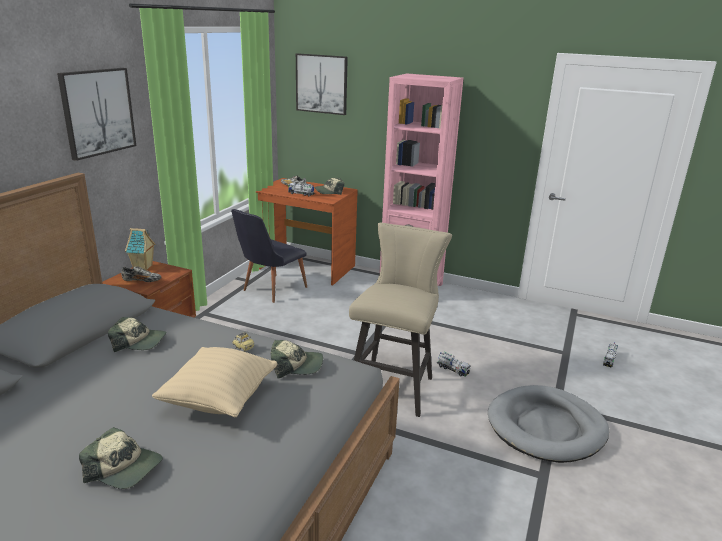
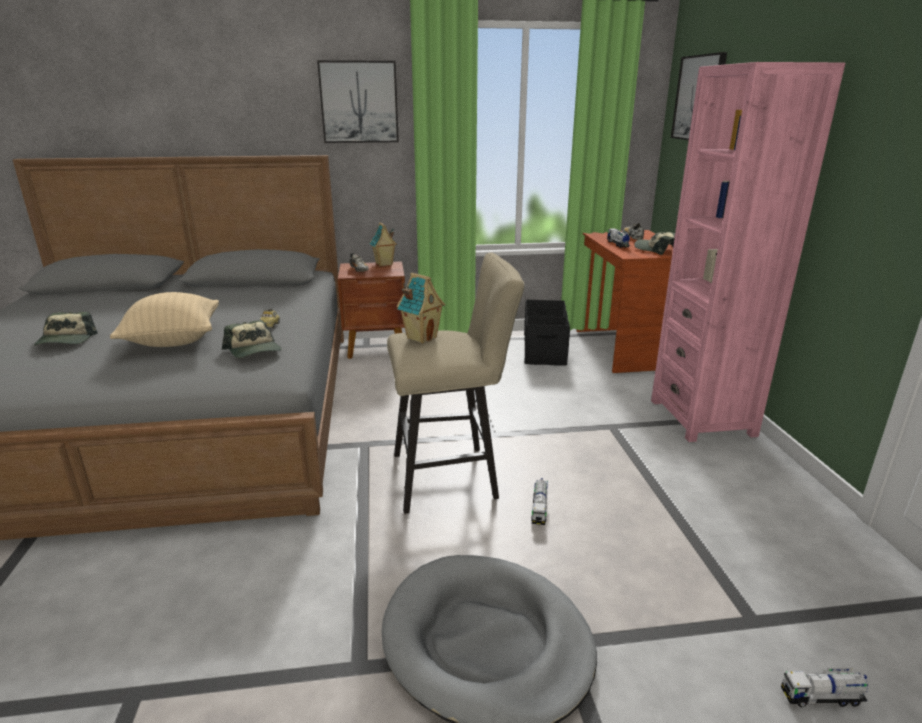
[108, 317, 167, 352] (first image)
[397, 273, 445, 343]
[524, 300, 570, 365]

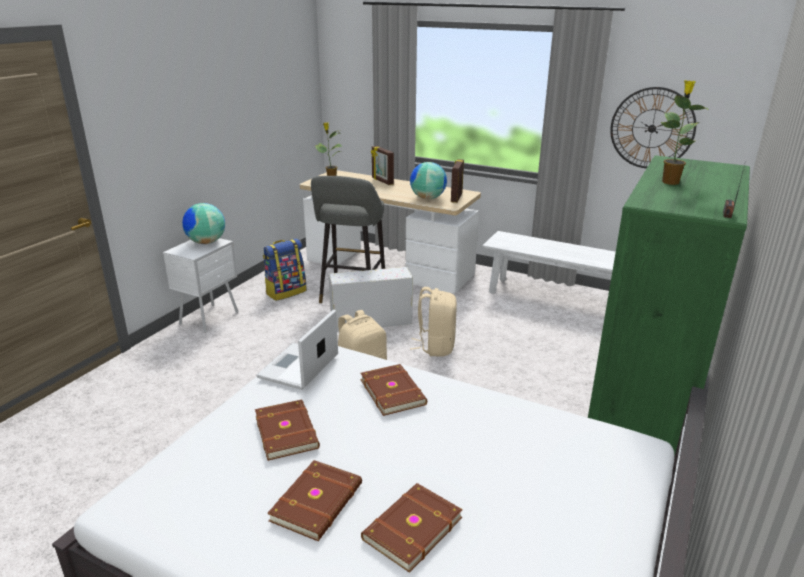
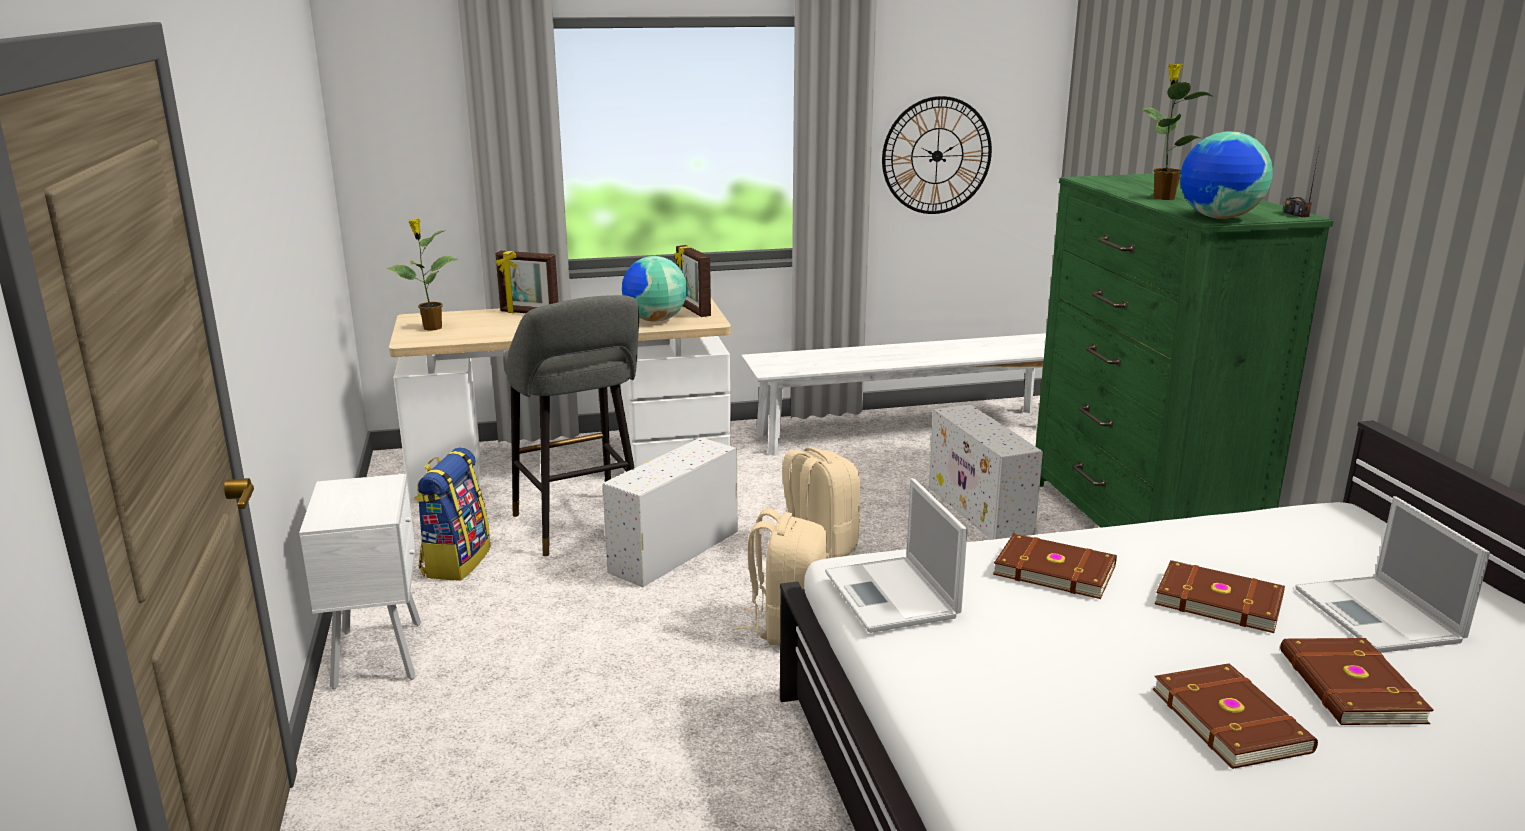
[929, 404, 1043, 540]
[1295, 496, 1490, 653]
[1180, 132, 1273, 219]
[1155, 560, 1285, 633]

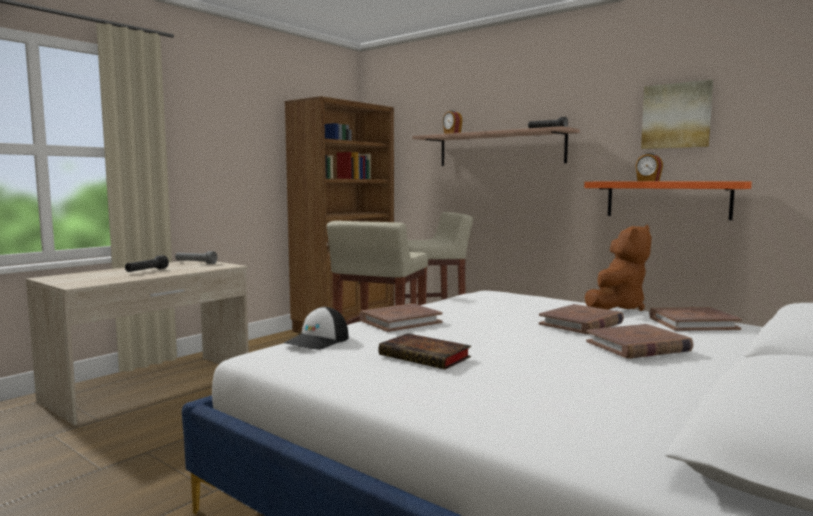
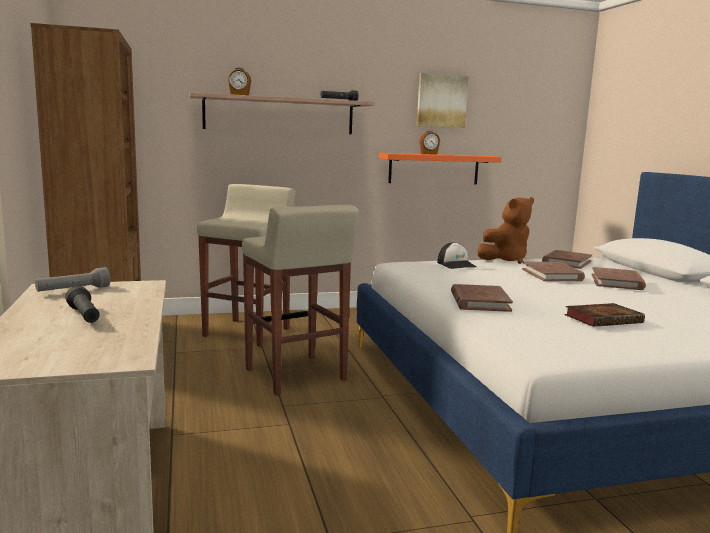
[437, 242, 477, 269]
[478, 197, 534, 264]

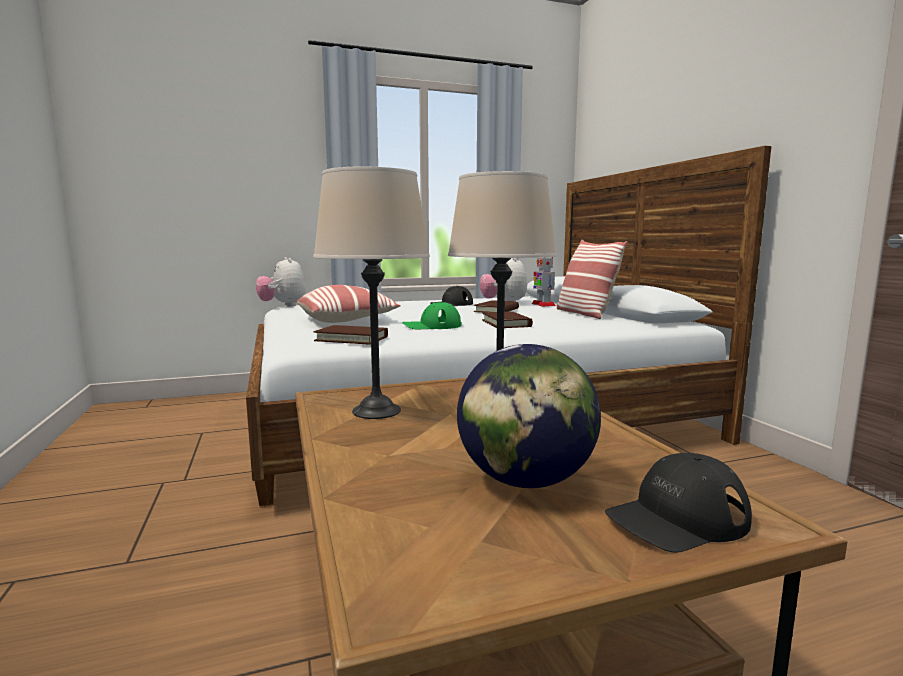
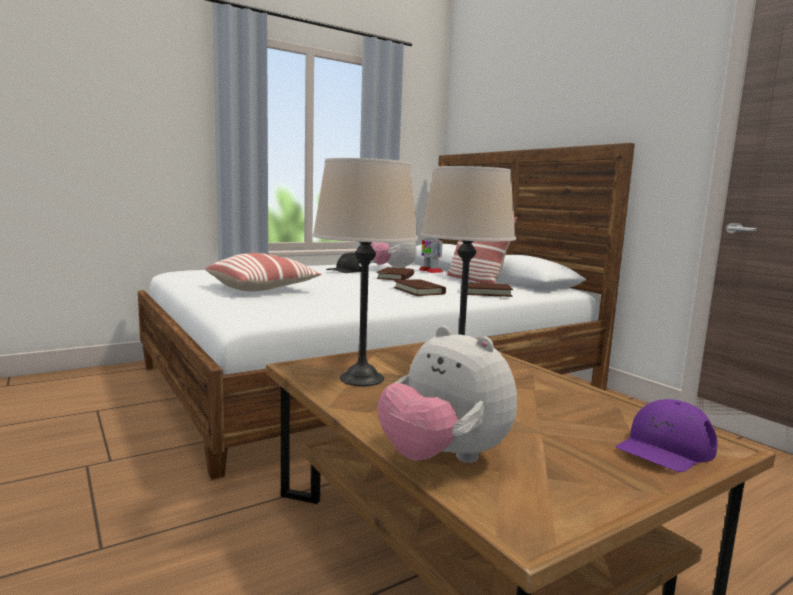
[403, 302, 462, 329] (first image)
[457, 344, 601, 488] (first image)
[378, 326, 517, 463]
[461, 282, 513, 297]
[616, 399, 718, 472]

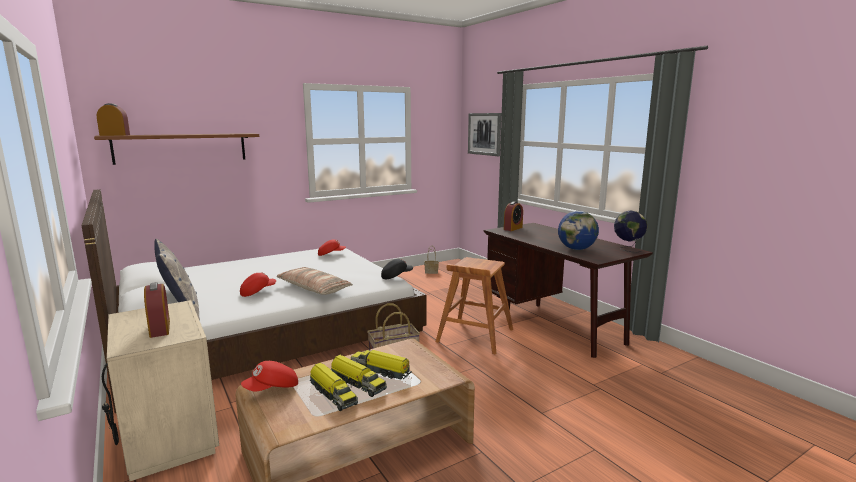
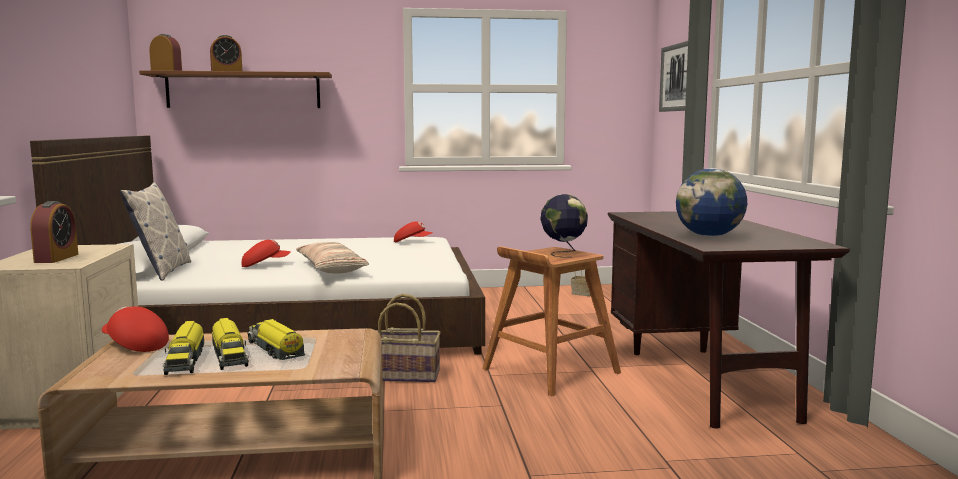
[381, 259, 413, 279] (first image)
[210, 35, 242, 71]
[540, 194, 588, 258]
[102, 306, 169, 352]

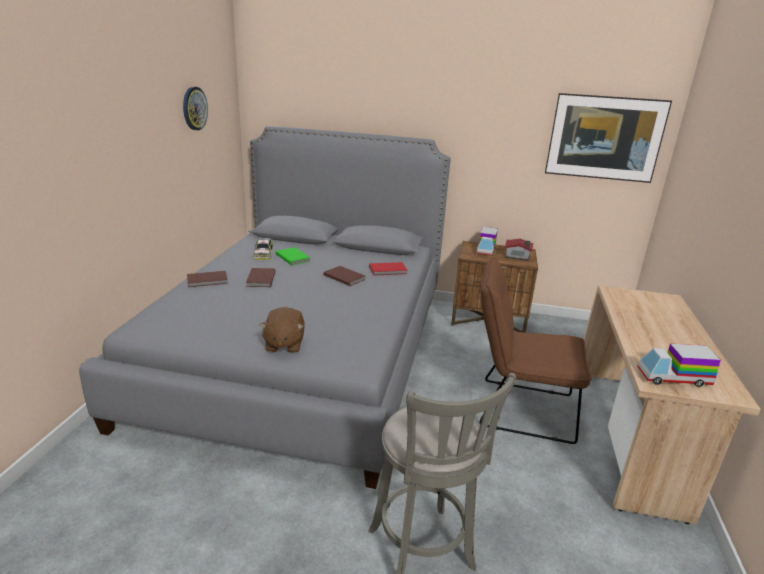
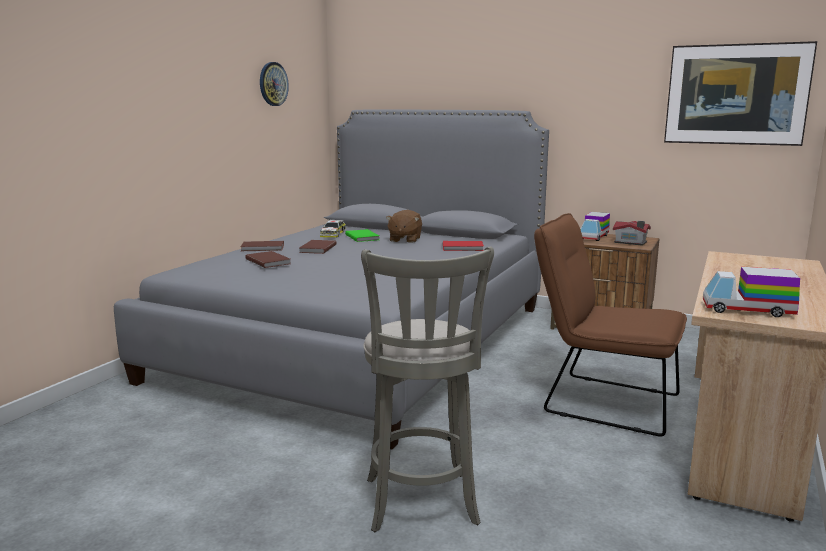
[386, 210, 422, 243]
[245, 251, 291, 268]

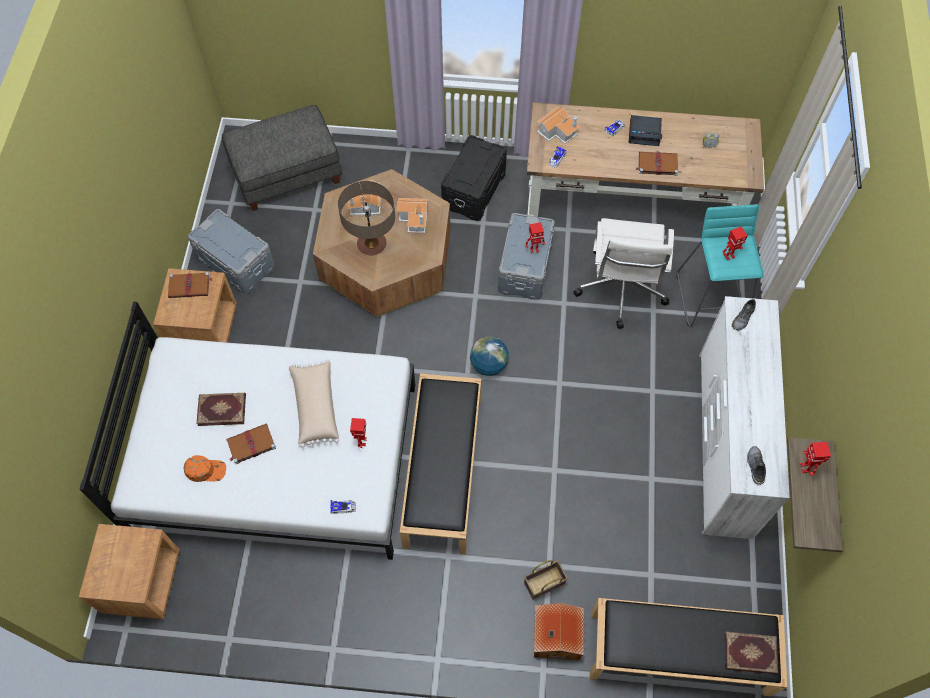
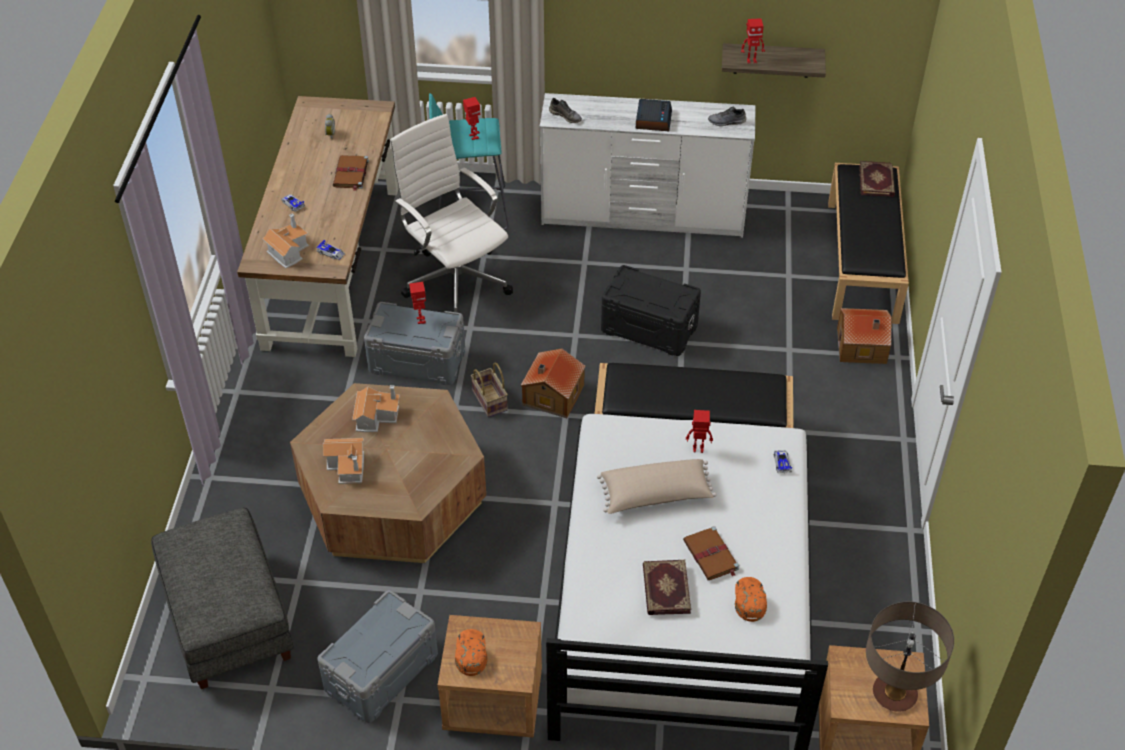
[866, 602, 954, 712]
[601, 265, 701, 356]
[471, 362, 508, 417]
[636, 99, 672, 131]
[455, 629, 487, 676]
[521, 349, 586, 418]
[390, 114, 513, 313]

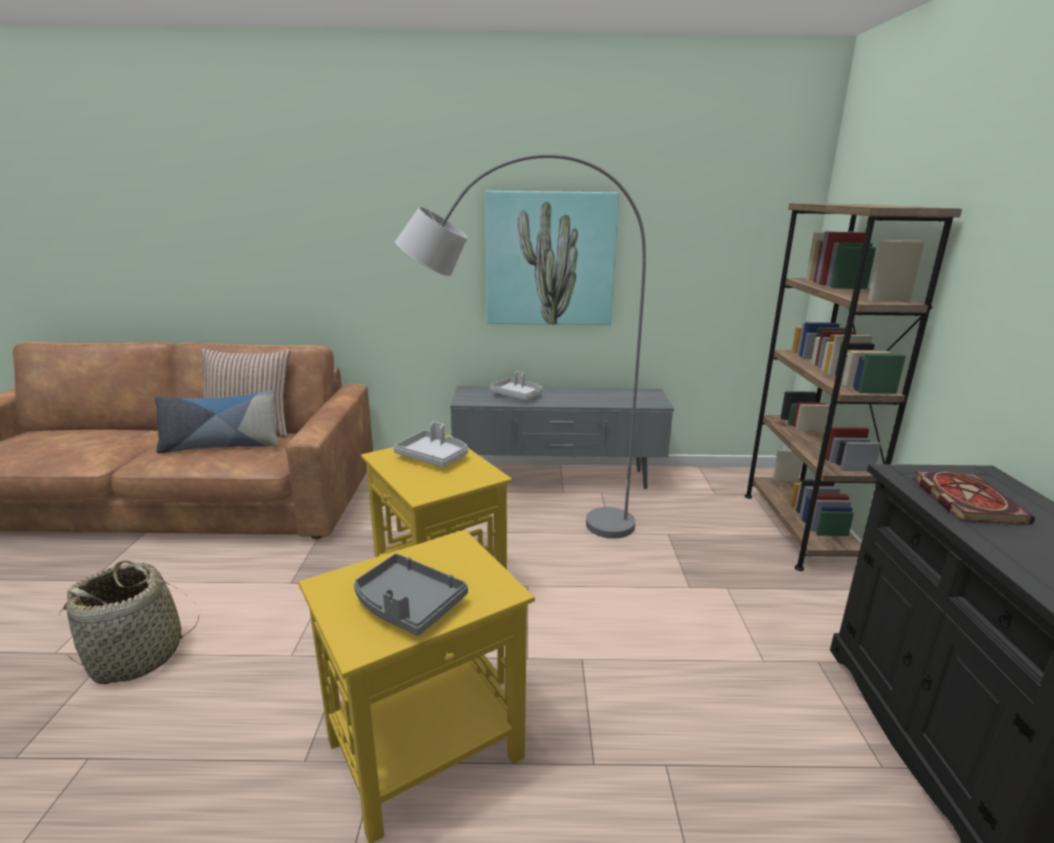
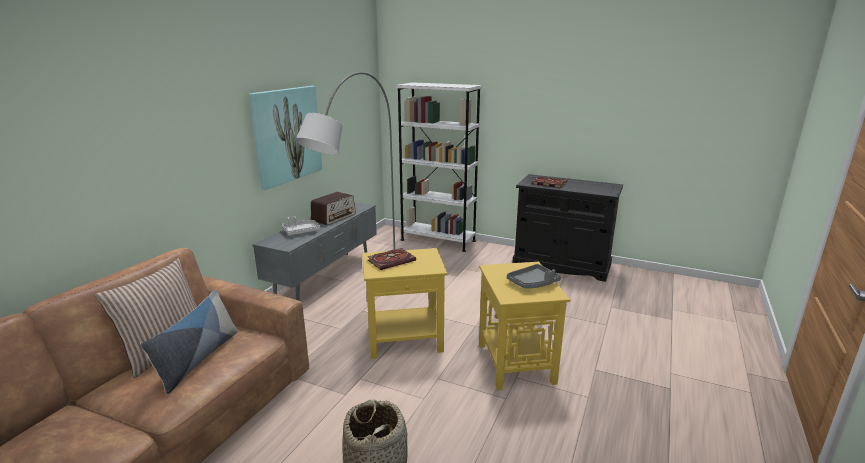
[311, 192, 356, 225]
[368, 248, 416, 270]
[396, 82, 482, 252]

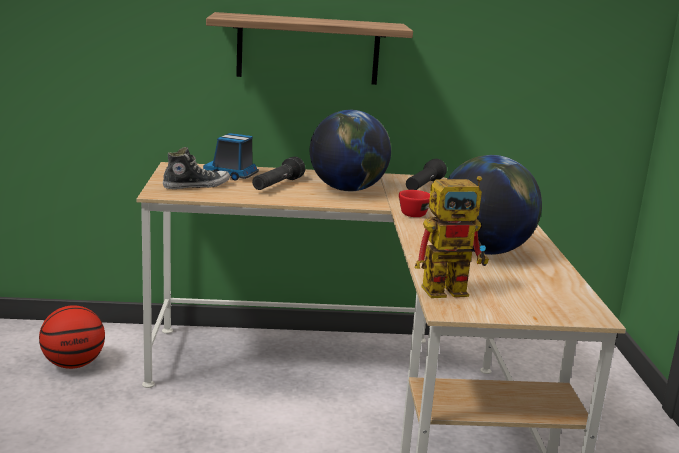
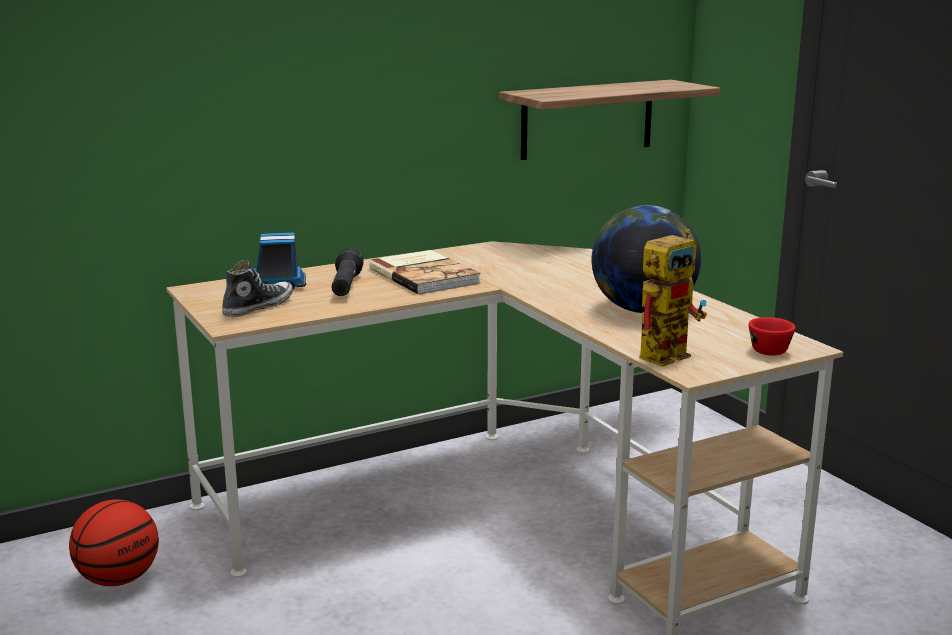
[406, 159, 447, 190] (first image)
[499, 80, 721, 160]
[748, 317, 796, 356]
[369, 250, 481, 295]

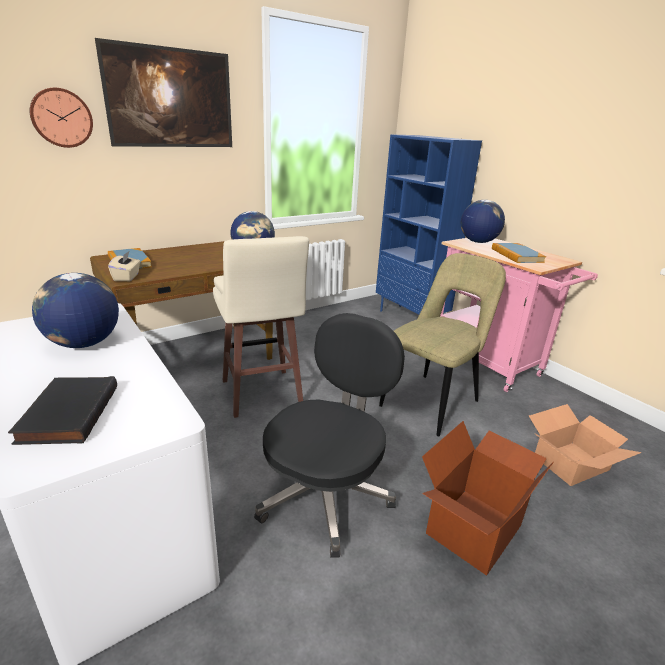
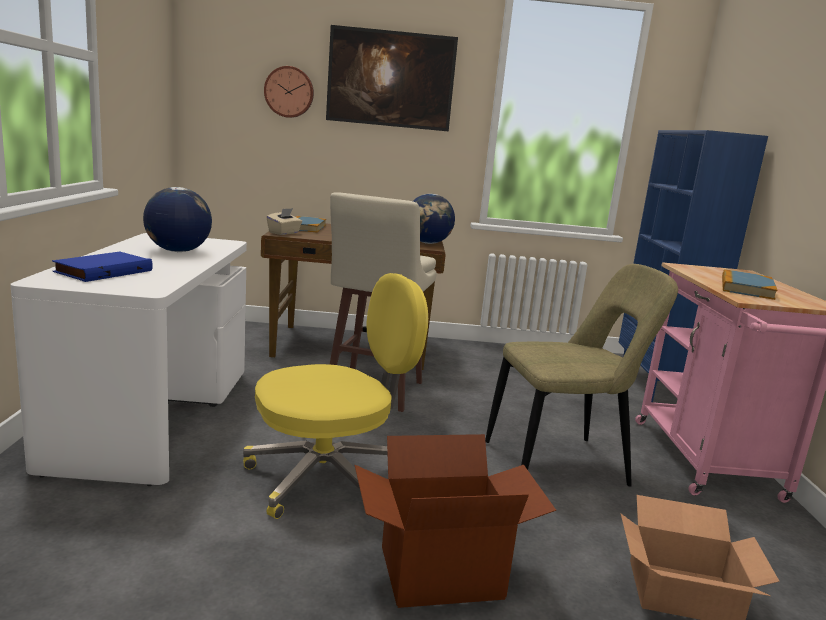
[461, 200, 505, 243] (first image)
[52, 252, 153, 282]
[243, 273, 428, 519]

